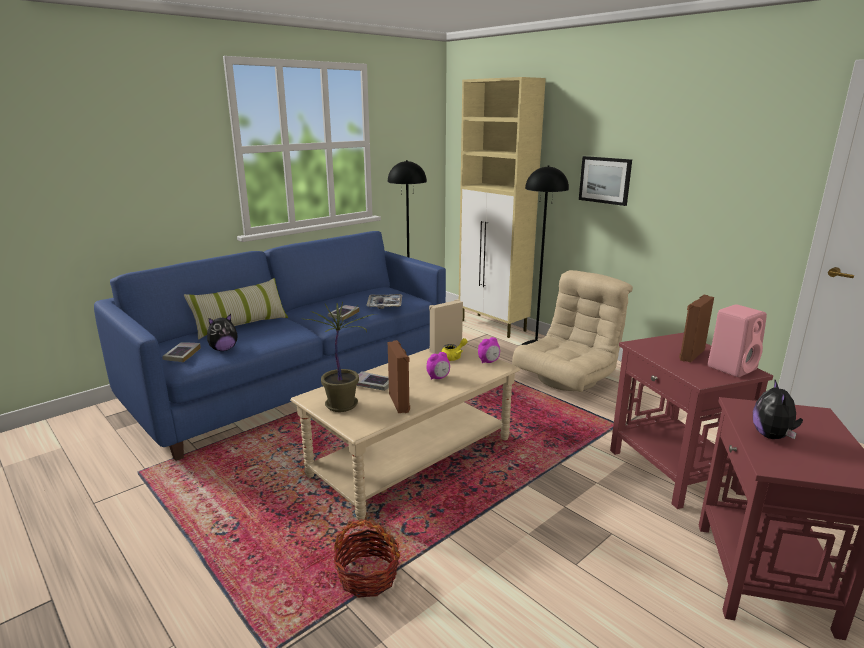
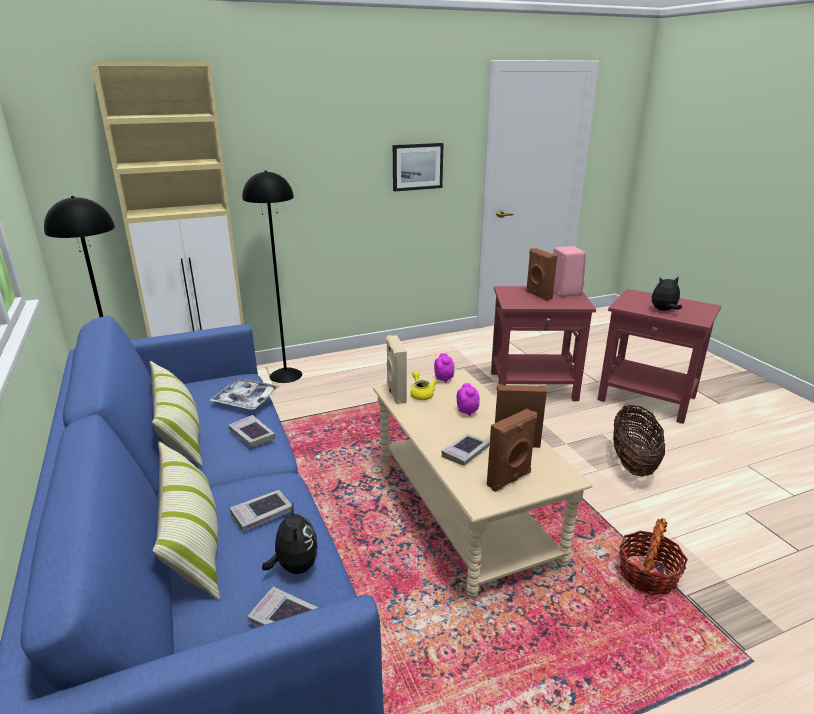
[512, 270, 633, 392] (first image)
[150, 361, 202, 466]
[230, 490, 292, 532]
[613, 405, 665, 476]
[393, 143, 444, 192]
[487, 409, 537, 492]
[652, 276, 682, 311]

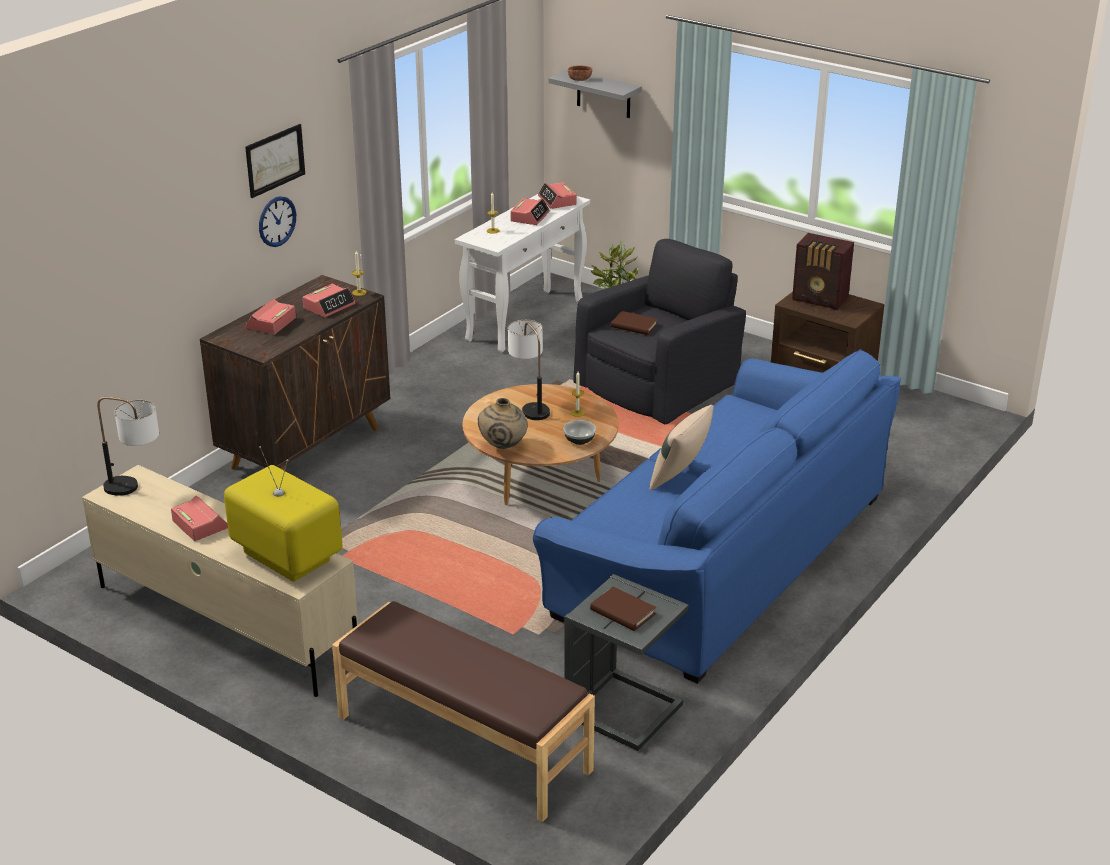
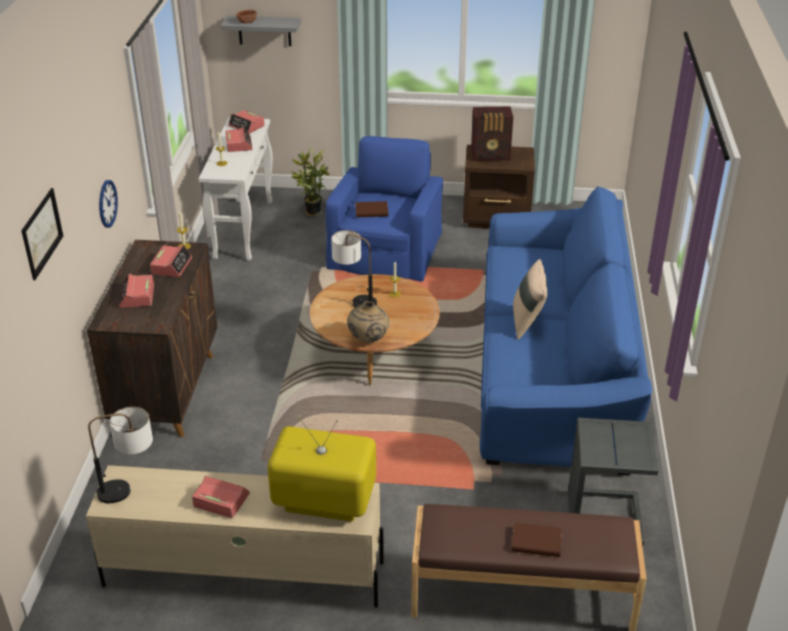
[563, 420, 596, 445] (first image)
[21, 188, 63, 280]
[512, 522, 562, 557]
[326, 136, 443, 282]

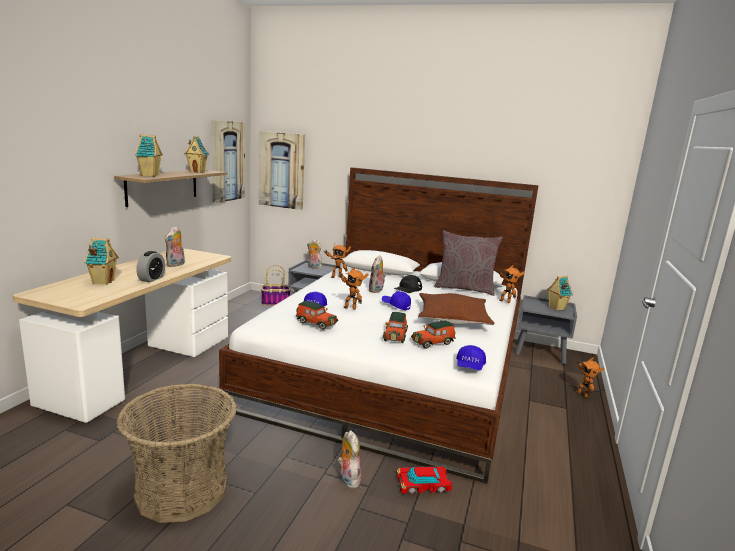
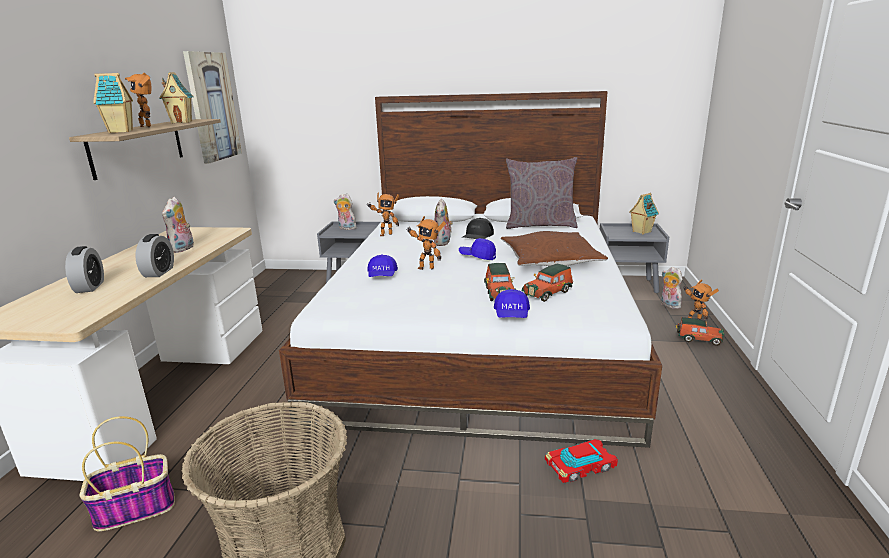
[259, 131, 305, 210] (first image)
[80, 416, 175, 531]
[676, 317, 724, 346]
[661, 267, 682, 309]
[494, 289, 530, 318]
[125, 73, 151, 127]
[65, 246, 104, 293]

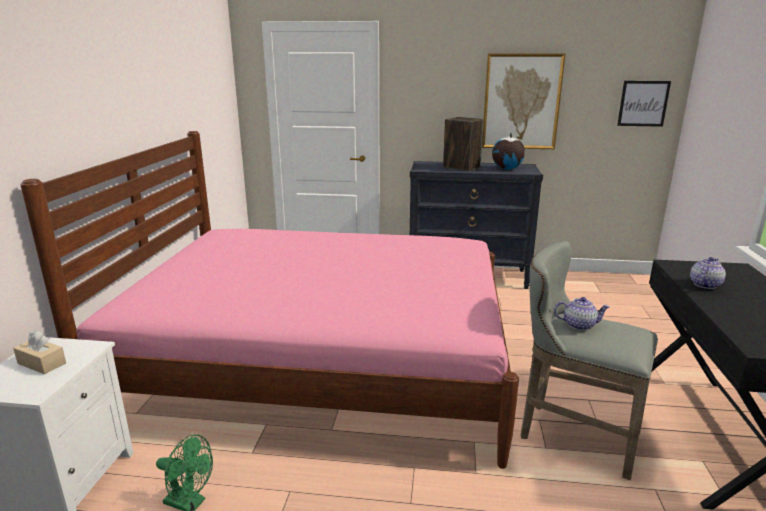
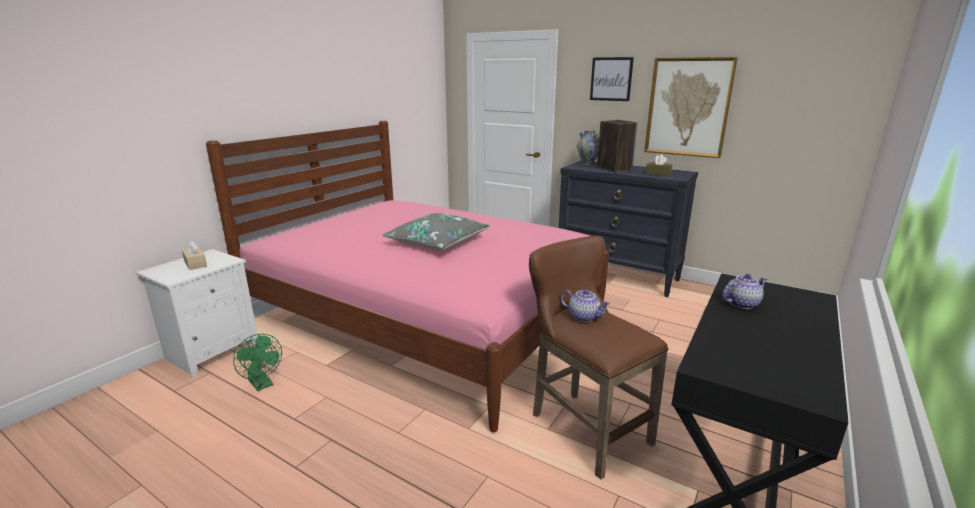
[383, 213, 490, 251]
[577, 130, 599, 165]
[590, 57, 634, 101]
[646, 154, 672, 176]
[529, 236, 668, 480]

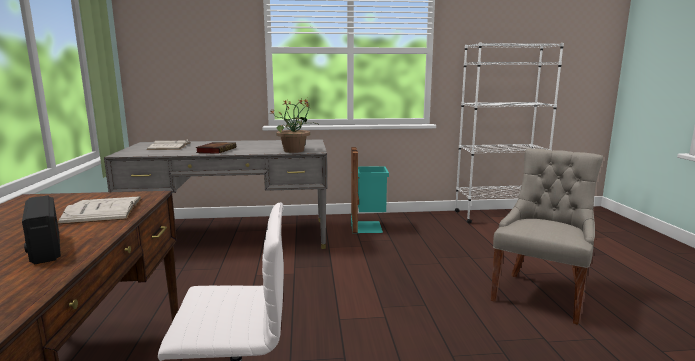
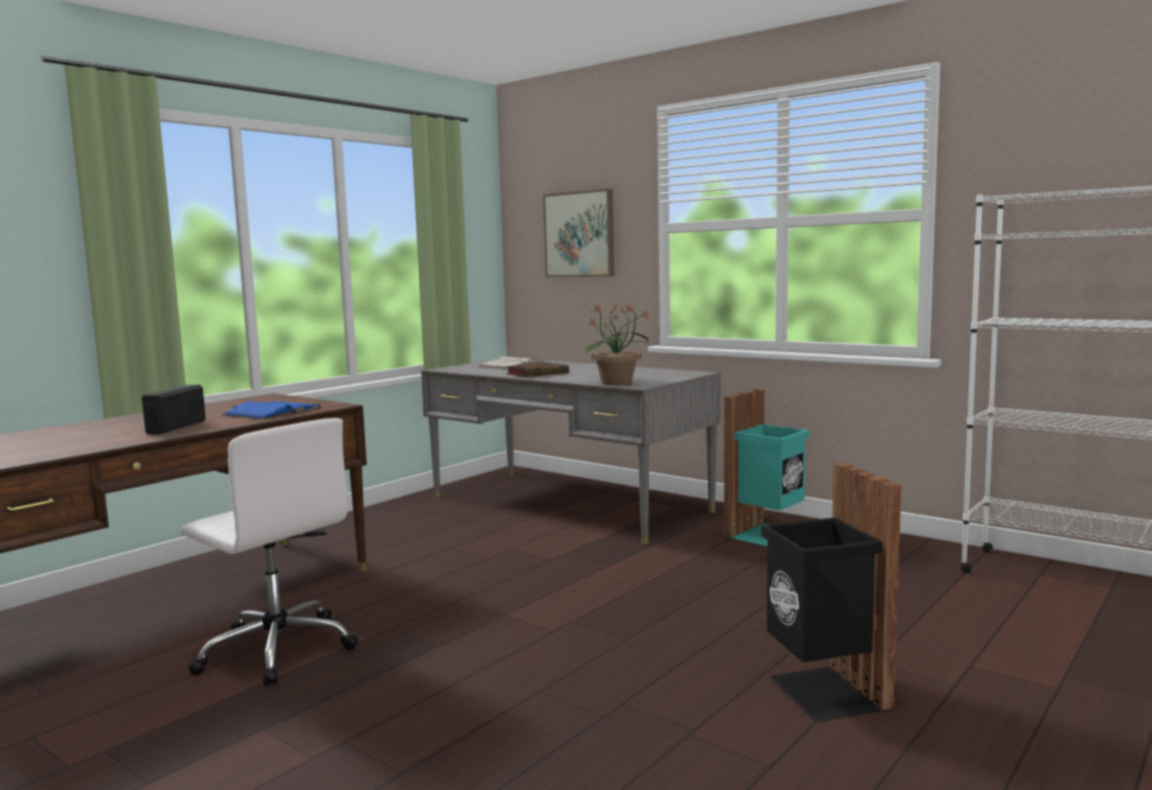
[543, 189, 614, 277]
[761, 462, 901, 722]
[223, 402, 322, 419]

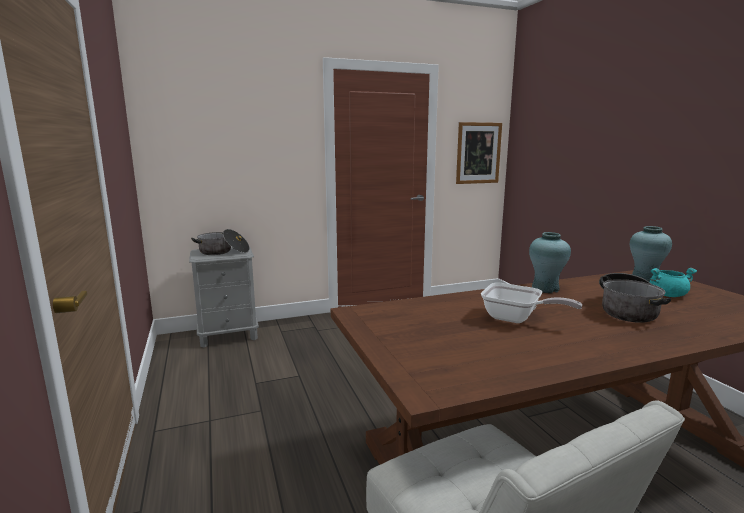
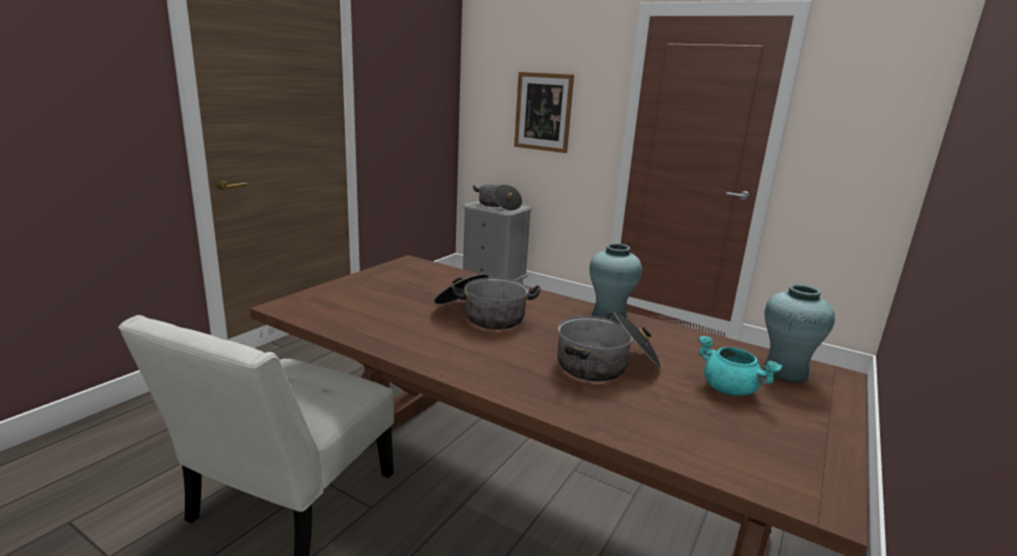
[514, 72, 574, 153]
[434, 274, 541, 330]

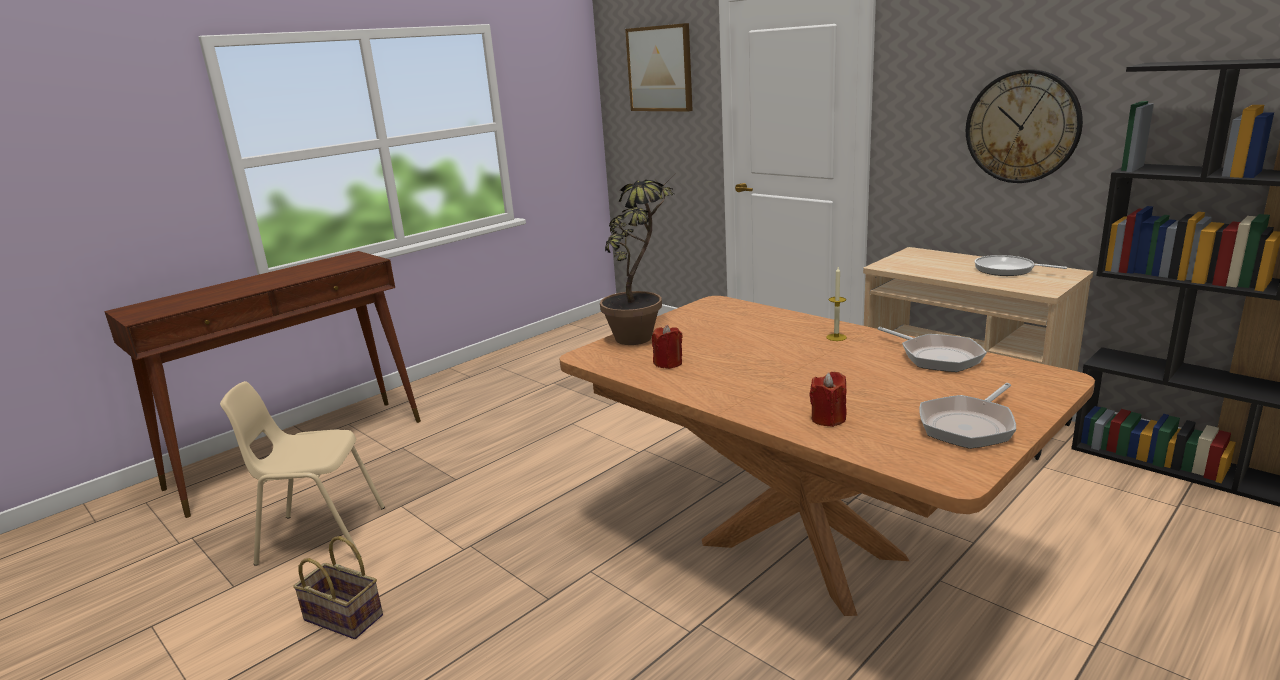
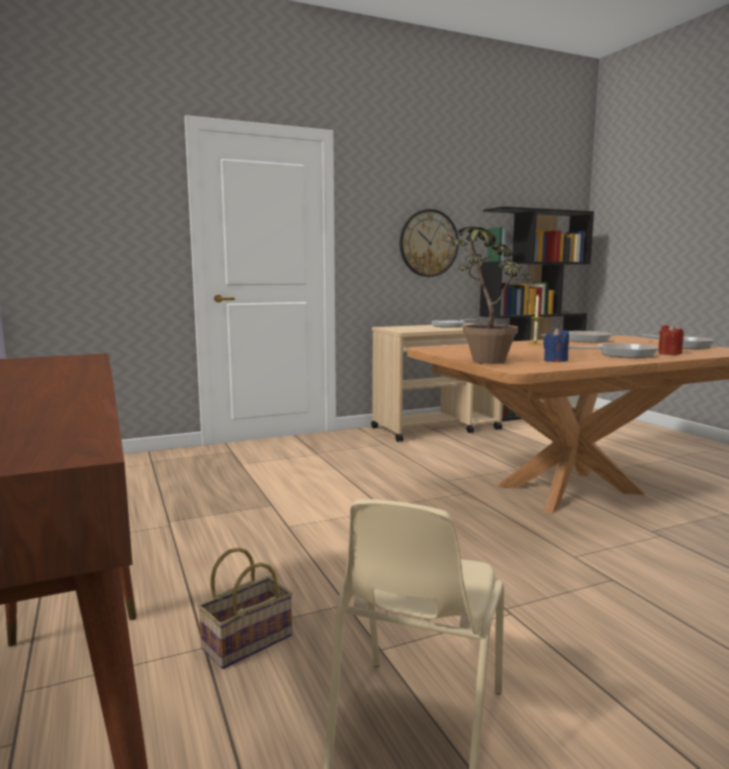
[625, 23, 693, 111] (first image)
[568, 343, 659, 358]
[198, 547, 293, 669]
[543, 328, 569, 362]

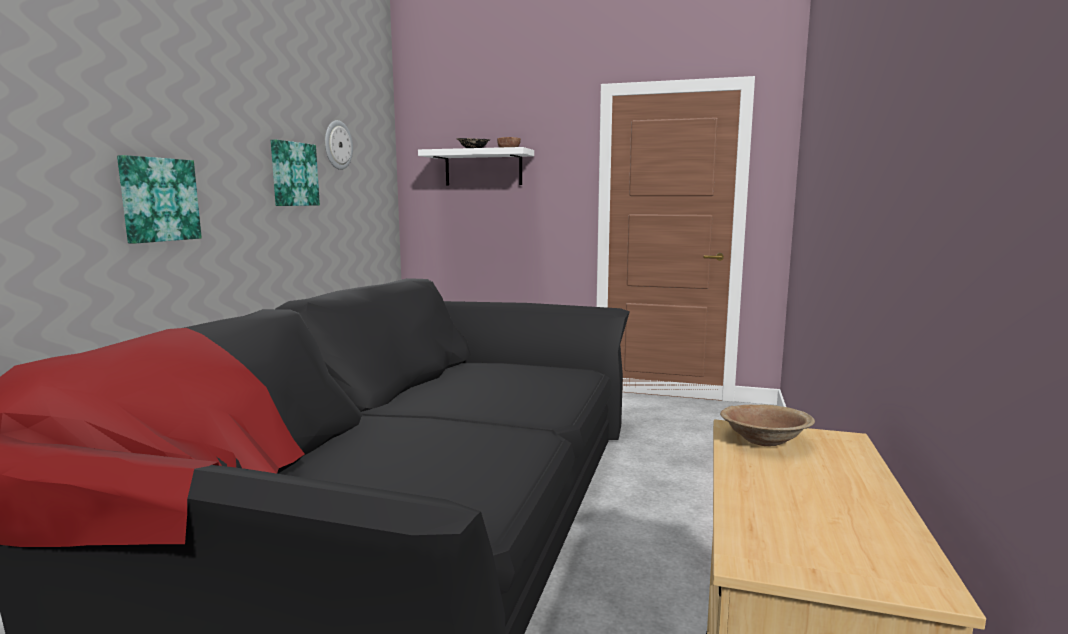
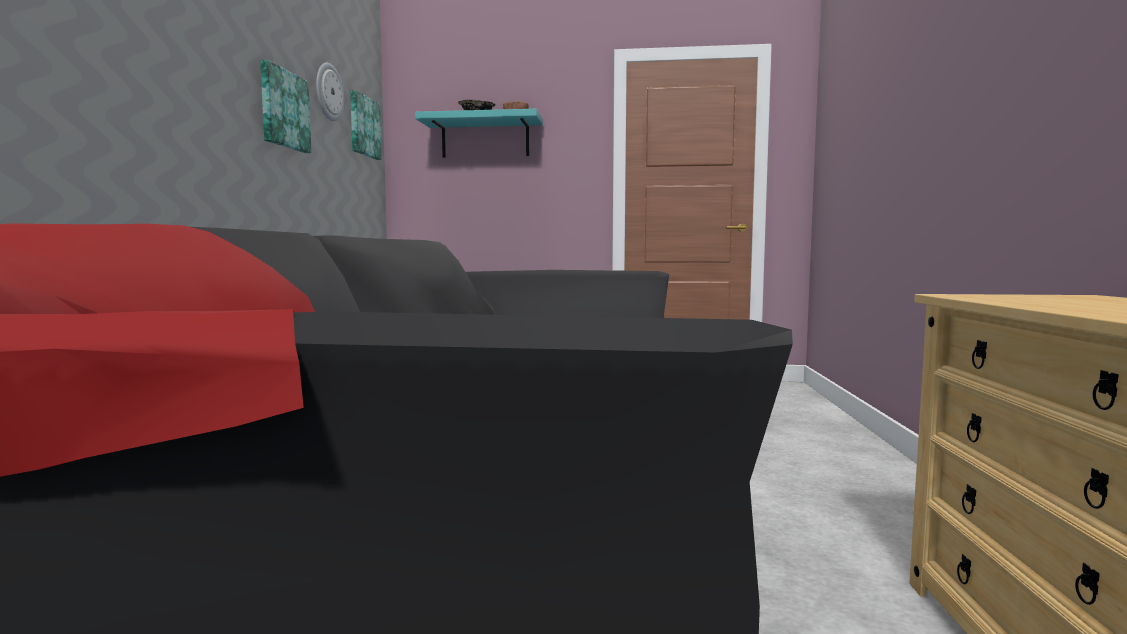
[720, 404, 815, 446] (first image)
[350, 90, 382, 160]
[415, 109, 543, 158]

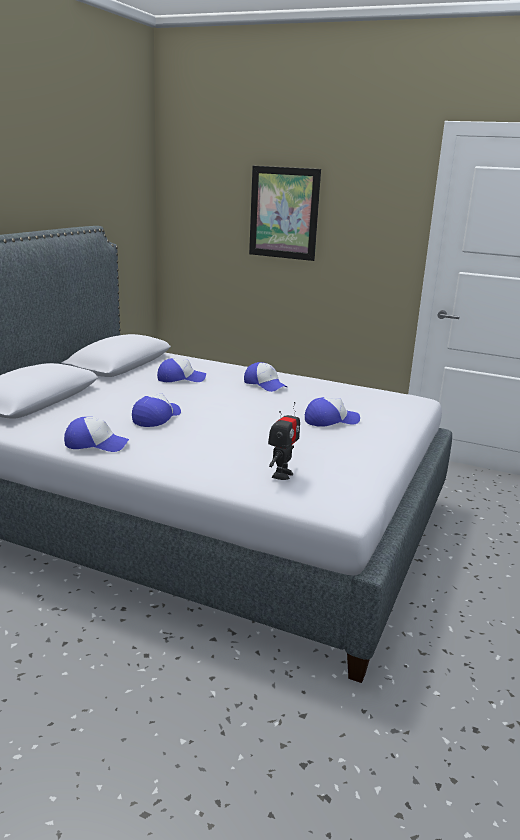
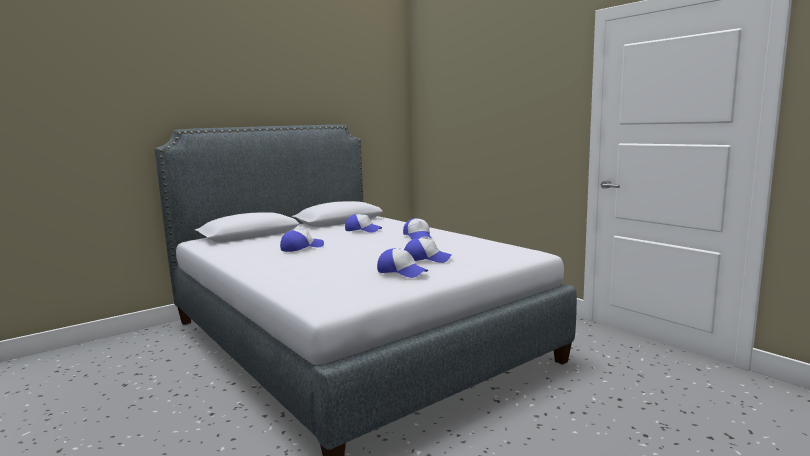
[249, 166, 321, 261] (first image)
[268, 402, 300, 480] (first image)
[377, 248, 428, 278]

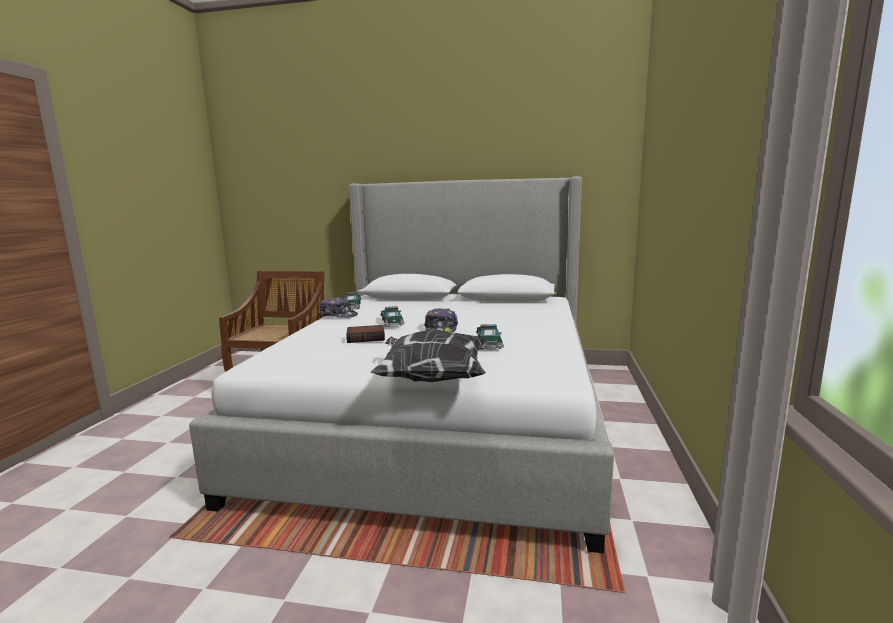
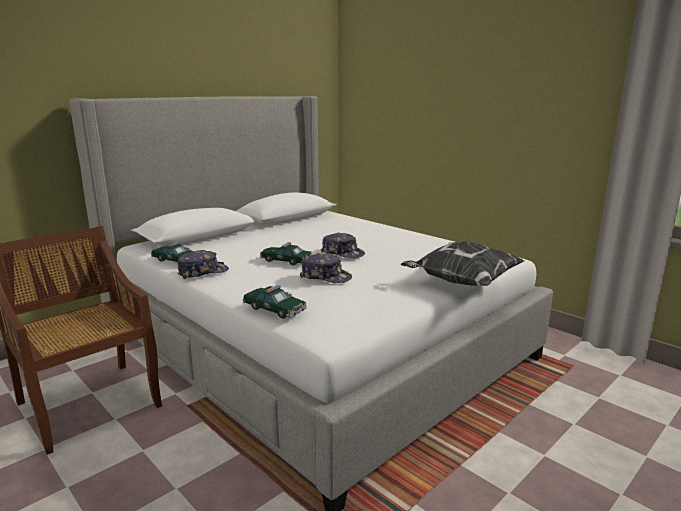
[242, 285, 307, 319]
[300, 253, 352, 283]

